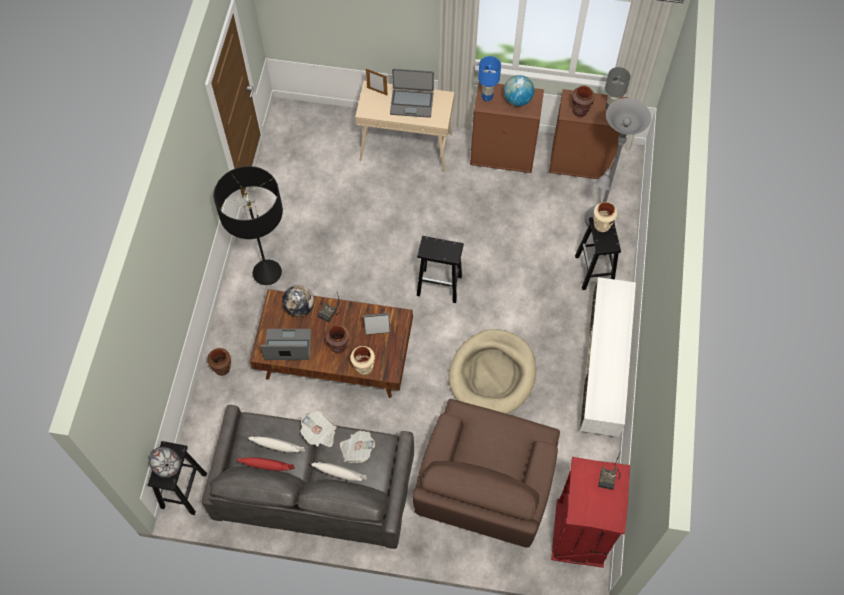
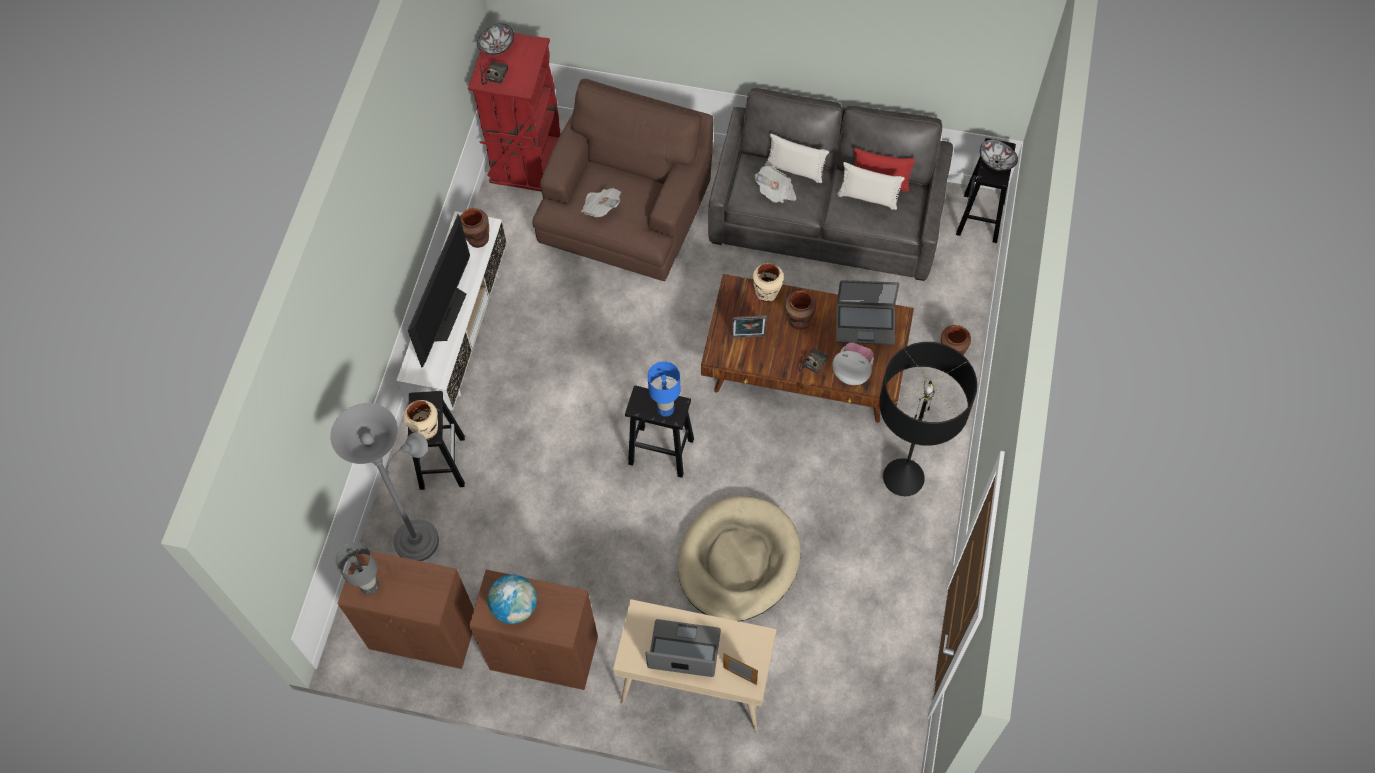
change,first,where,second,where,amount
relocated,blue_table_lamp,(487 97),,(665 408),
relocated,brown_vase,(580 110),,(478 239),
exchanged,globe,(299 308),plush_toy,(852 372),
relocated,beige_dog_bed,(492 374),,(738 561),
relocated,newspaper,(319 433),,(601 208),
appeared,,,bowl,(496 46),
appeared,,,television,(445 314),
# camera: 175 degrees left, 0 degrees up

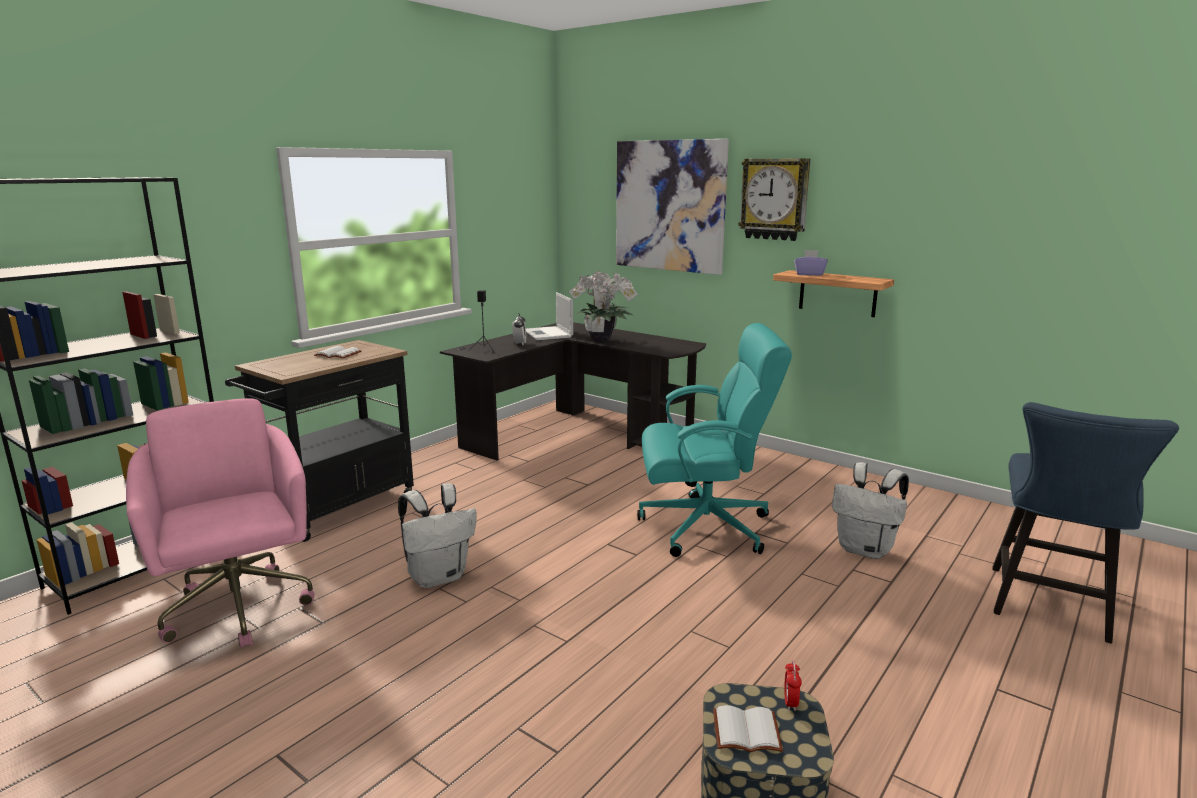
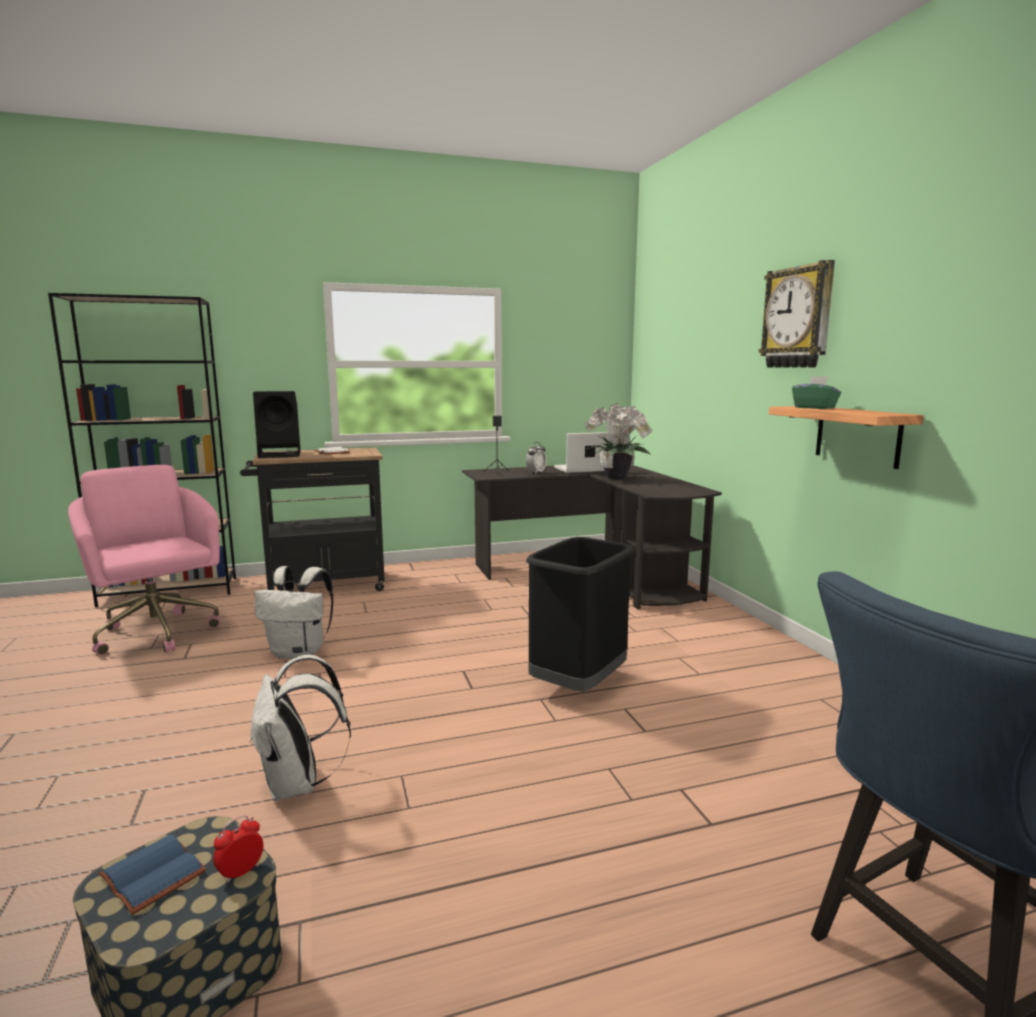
change,first,where,second,where,amount
missing,picture,(669 206),,,
colour,purple_tissue_box,(809 274),green_tissue_box,(814 408),
spun,laptop,(548 334),,(581 469),60 degrees clockwise
exchanged,turquoise_office_chair,(704 527),black_trash_can,(579 685),
spun,pink_office_chair,(240 614),,(158 636),45 degrees counterclockwise
relocated,white_backpack,(866 550),,(297 785),
colour,white_book,(745 733),blue_book,(149 875),
appeared,,,black_speaker,(281 454),
# camera: 35 degrees right, 5 degrees down

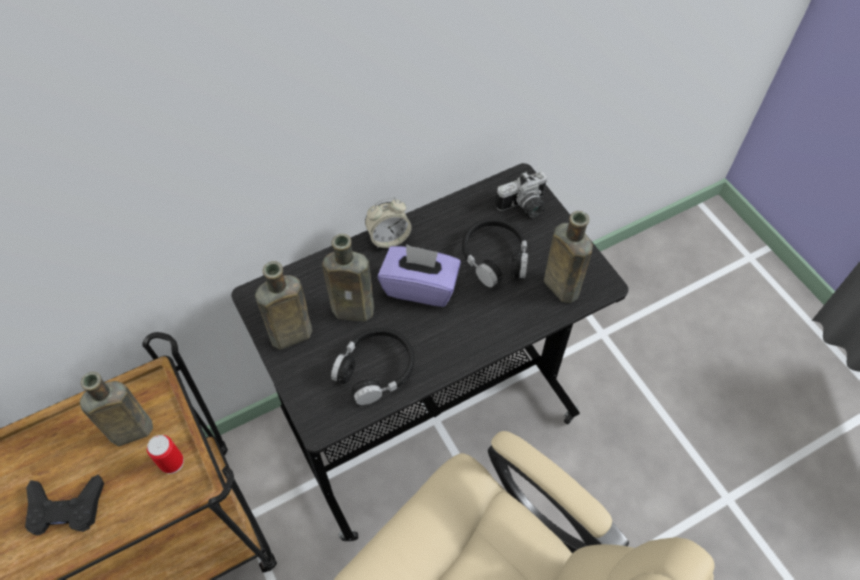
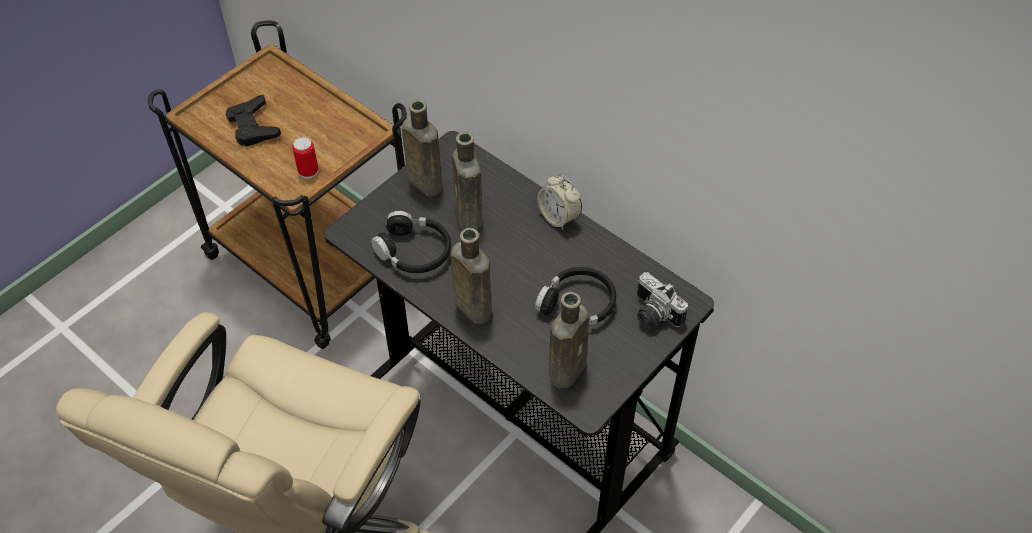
change,first,where,second,where,amount
missing,purple_tissue_box,(420 286),,,
relocated,brown_bottle,(128 432),,(471 306),
# camera: 70 degrees right, 5 degrees down

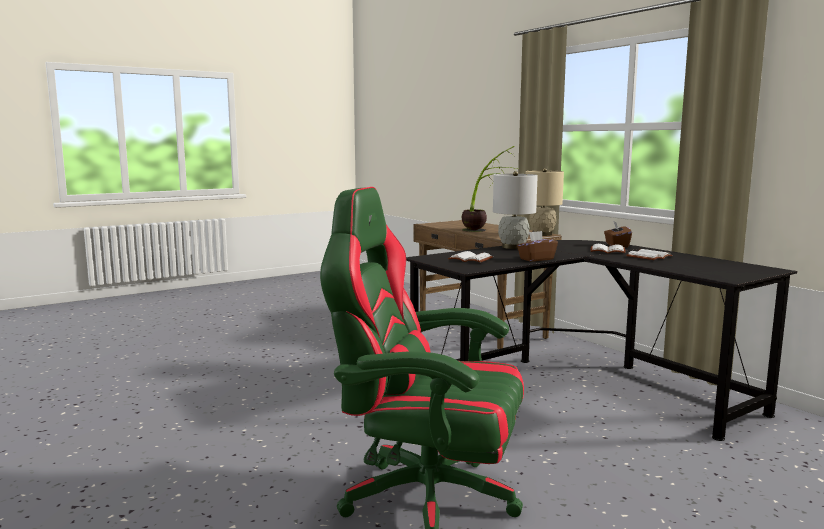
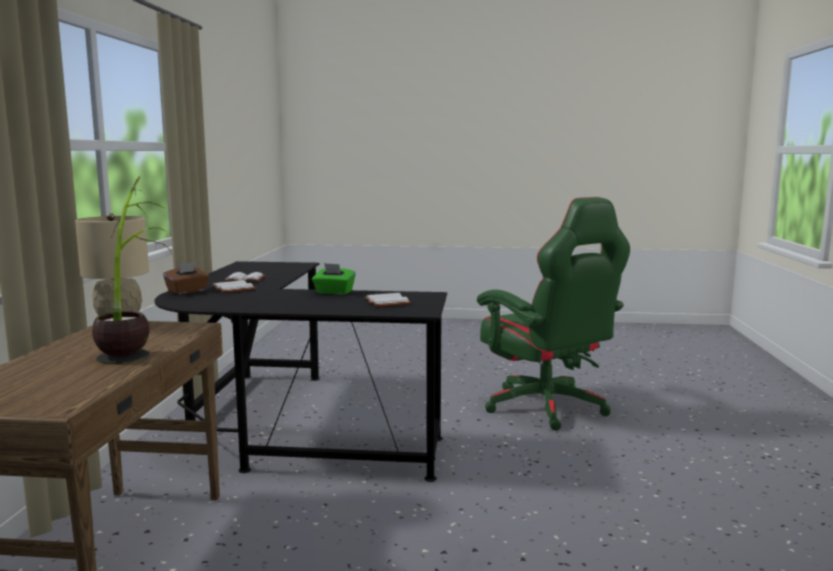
change,first,where,second,where,amount
missing,white_table_lamp,(513 247),,,
colour,brown_tissue_box,(536 259),green_tissue_box,(334 292),
# camera: 140 degrees left, 0 degrees up

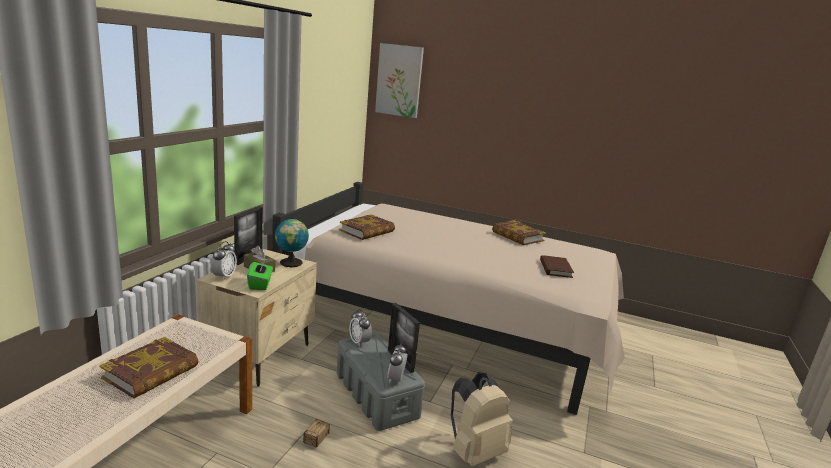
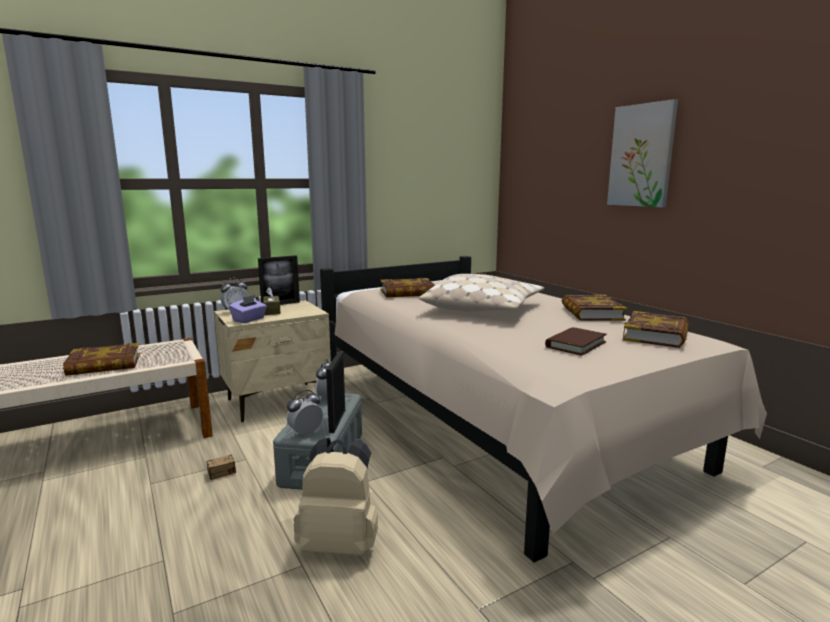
change,first,where,second,where,amount
relocated,picture,(399 80),,(641 156),
missing,globe,(291 263),,,
colour,green_tissue_box,(260 284),purple_tissue_box,(249 319),
appeared,,,beige_pillow,(483 309),
appeared,,,book,(656 335),
# camera: 40 degrees right, 5 degrees down

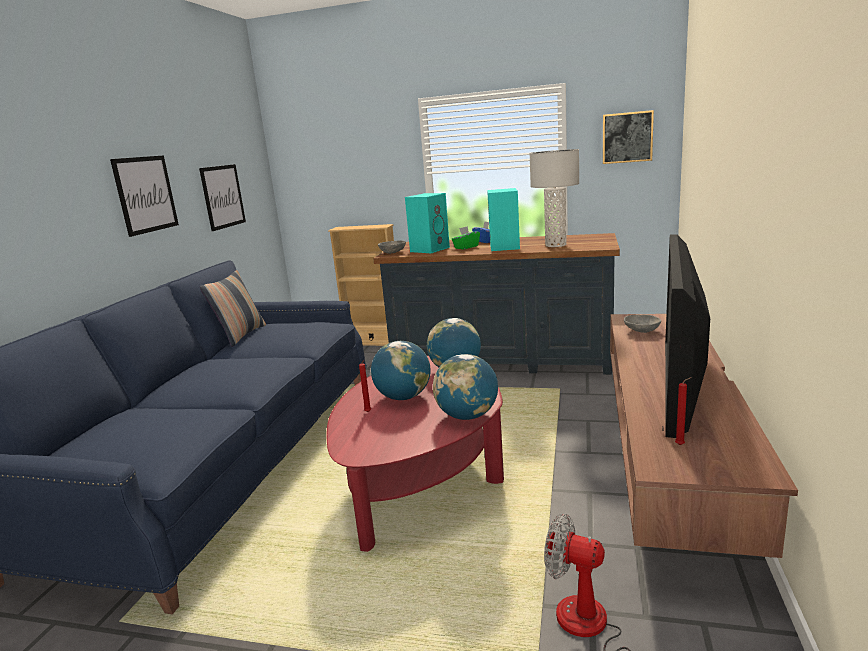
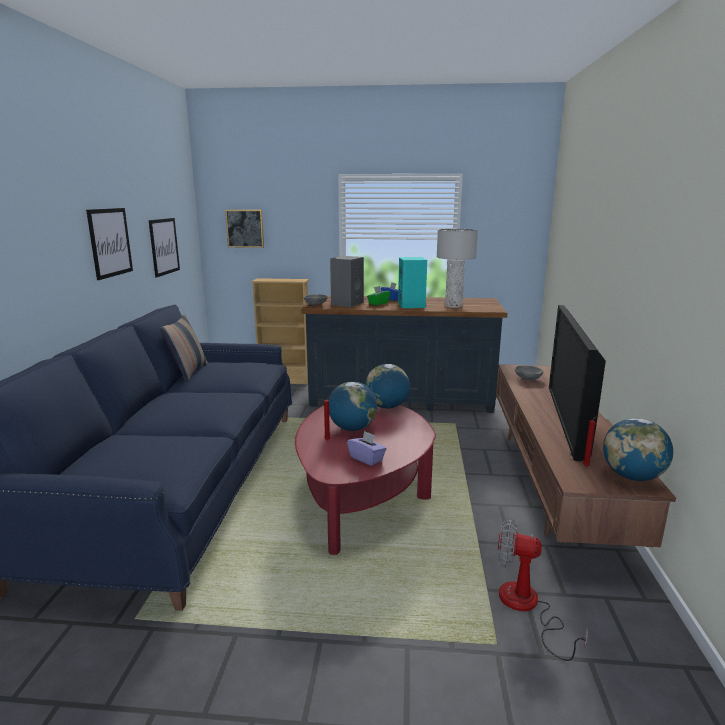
change,first,where,second,where,amount
relocated,picture,(627 137),,(245 228),
colour,turquoise_speaker,(429 249),grey_speaker,(347 303),
relocated,globe,(467 416),,(632 476),
appeared,,,purple_tissue_box,(366 458),
# camera: 10 degrees left, 0 degrees up

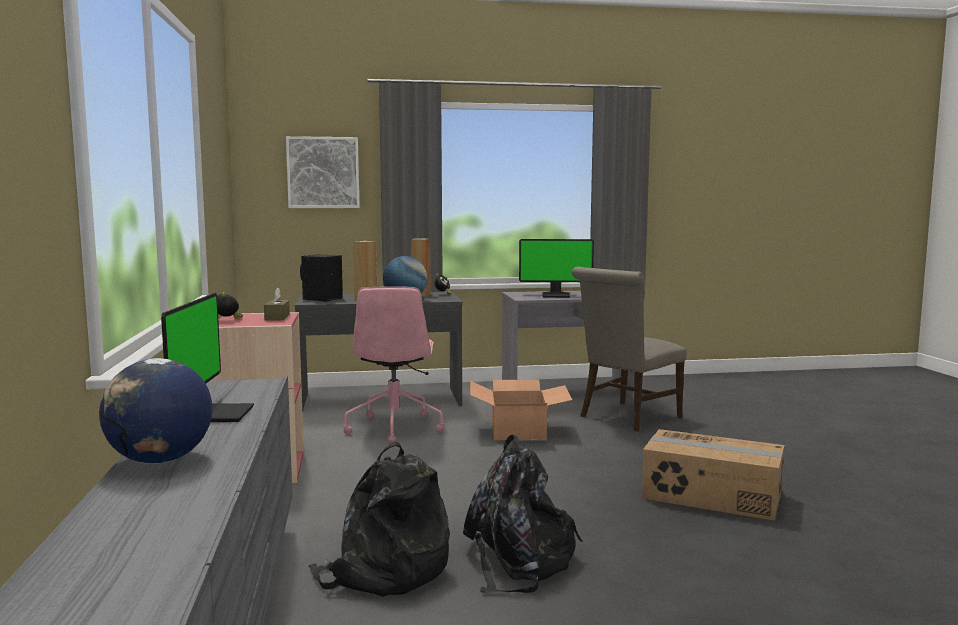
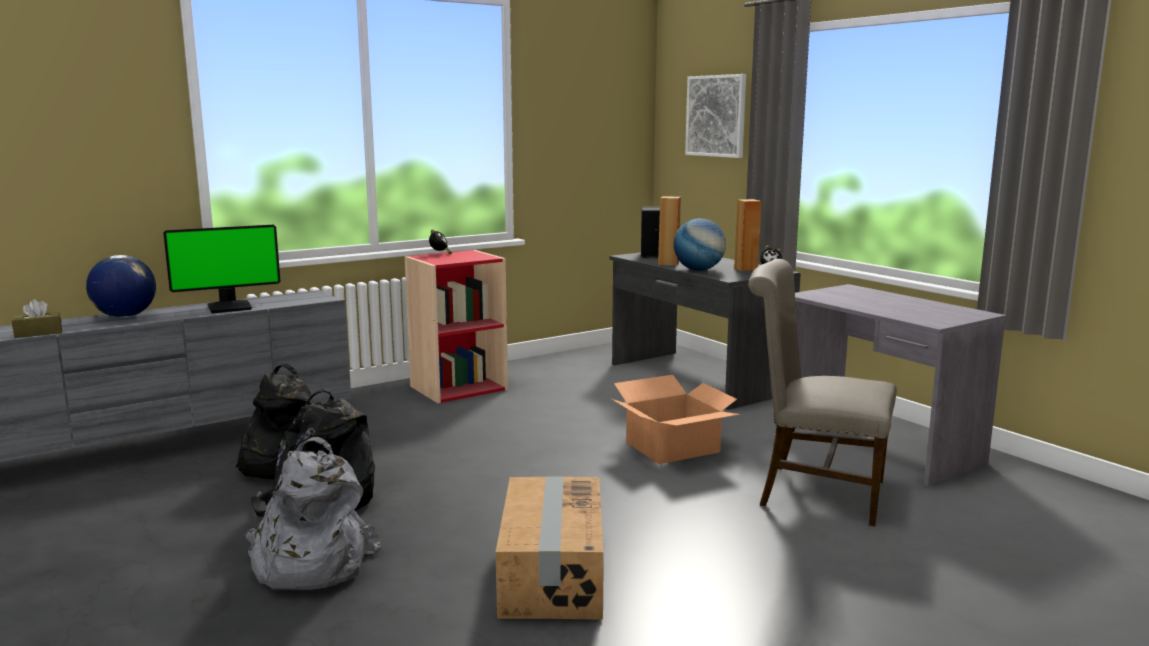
change,first,where,second,where,amount
missing,monitor,(556 295),,,
missing,pink_office_chair,(394 427),,,
relocated,brown_tissue_box,(277 317),,(38 333),
appeared,,,grey_backpack,(309 564),
# camera: 65 degrees right, 5 degrees up

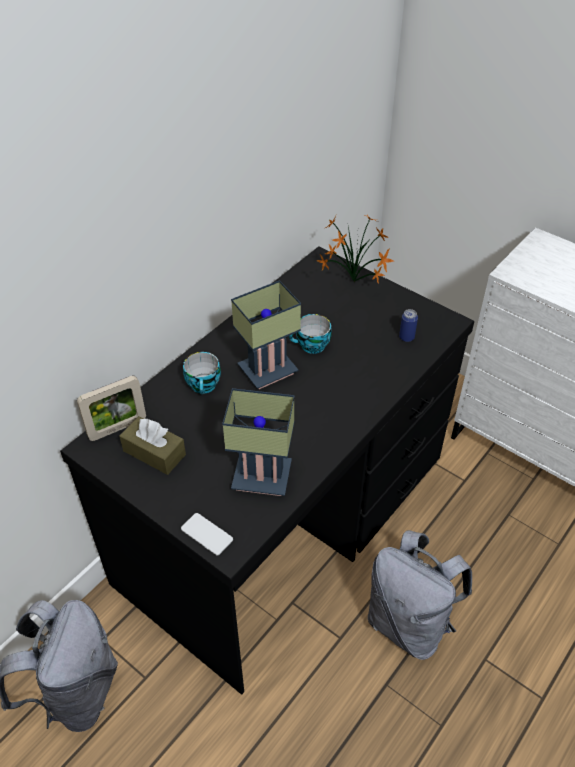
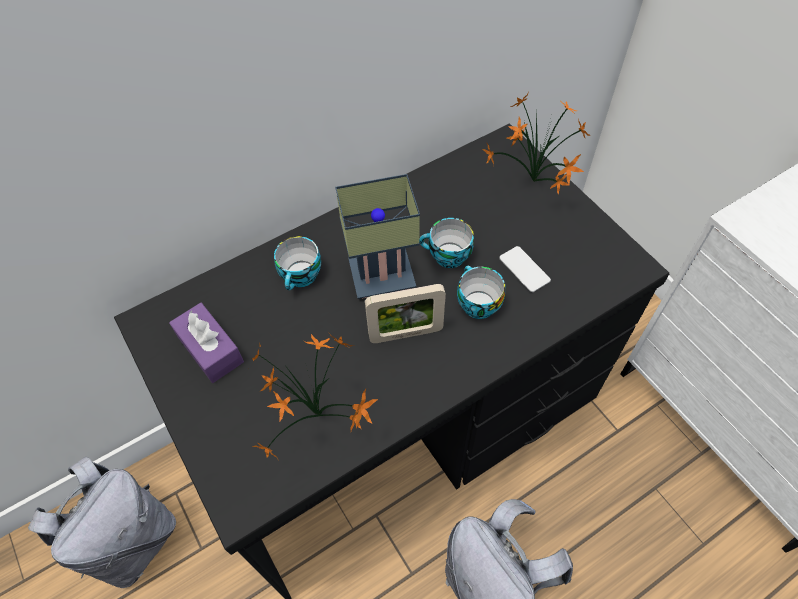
change,first,where,second,where,amount
missing,can,(406 337),,,
relocated,picture_frame,(117 428),,(406 334),
exchanged,table_lamp,(264 475),potted_plant,(321 418),
colour,brown_tissue_box,(154 452),purple_tissue_box,(210 349),
relocated,phone,(207 534),,(524 269),
appeared,,,cup,(476 304),
# camera: 20 degrees right, 10 degrees up

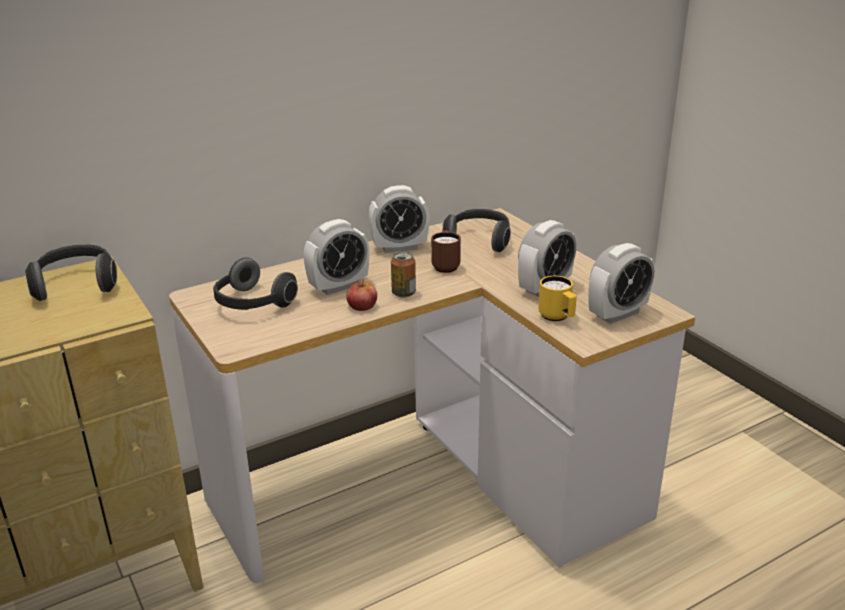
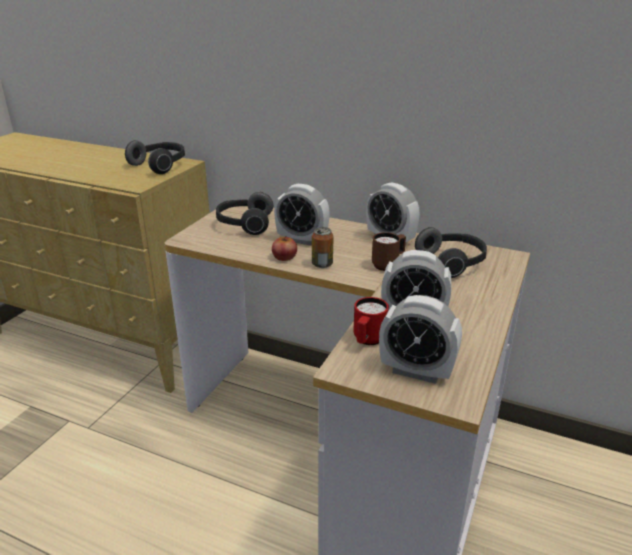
change,first,where,second,where,amount
colour,yellow_mug,(557 318),red_mug,(367 341),
# camera: 55 degrees right, 0 degrees up

